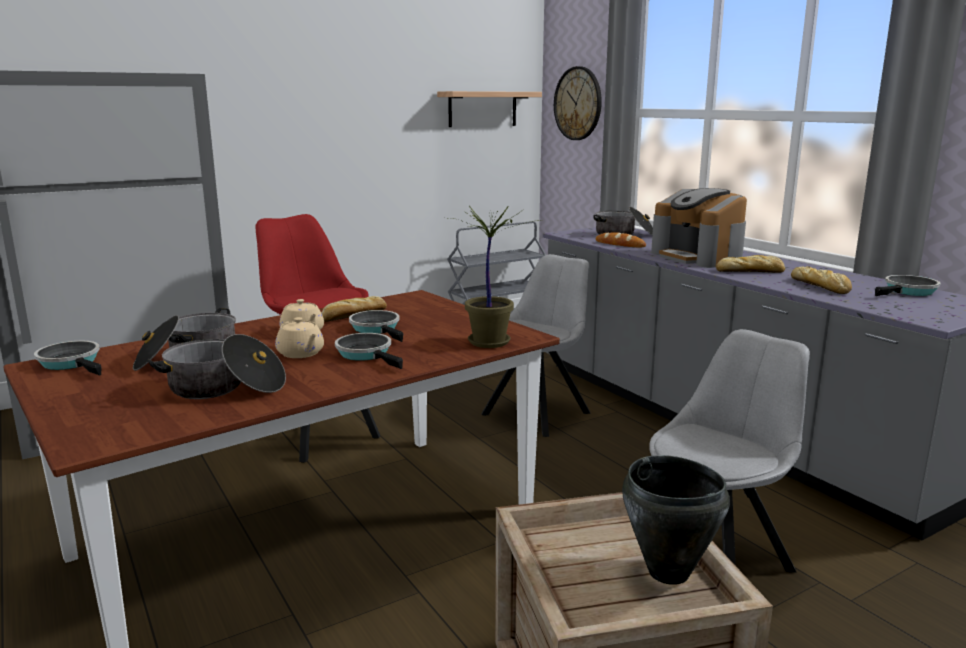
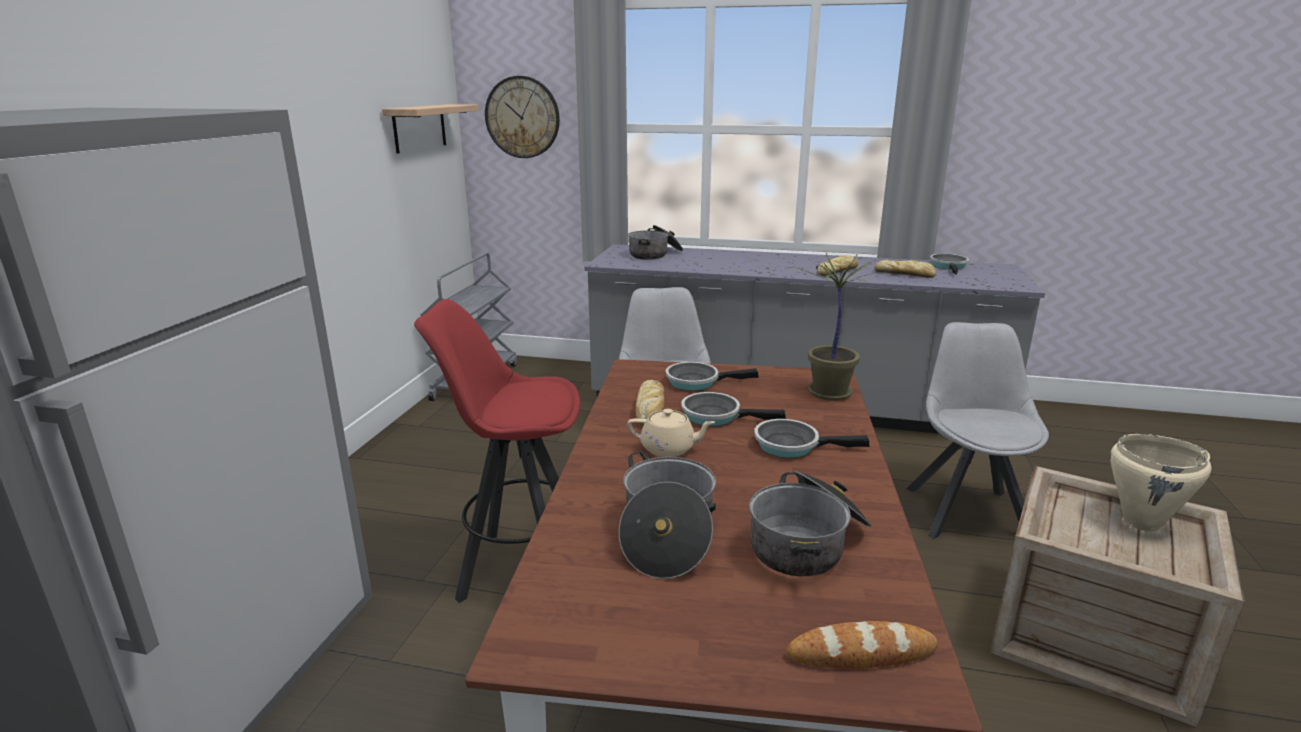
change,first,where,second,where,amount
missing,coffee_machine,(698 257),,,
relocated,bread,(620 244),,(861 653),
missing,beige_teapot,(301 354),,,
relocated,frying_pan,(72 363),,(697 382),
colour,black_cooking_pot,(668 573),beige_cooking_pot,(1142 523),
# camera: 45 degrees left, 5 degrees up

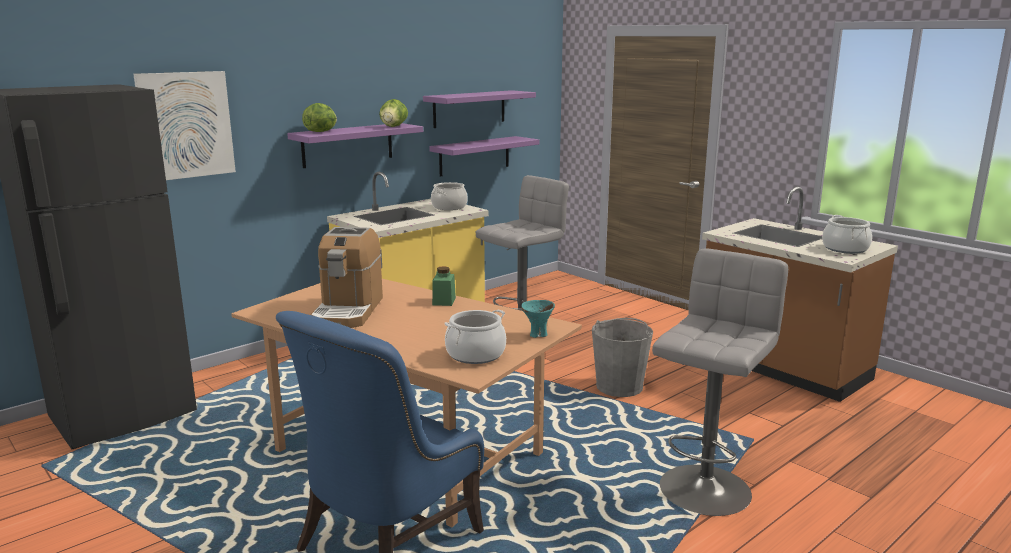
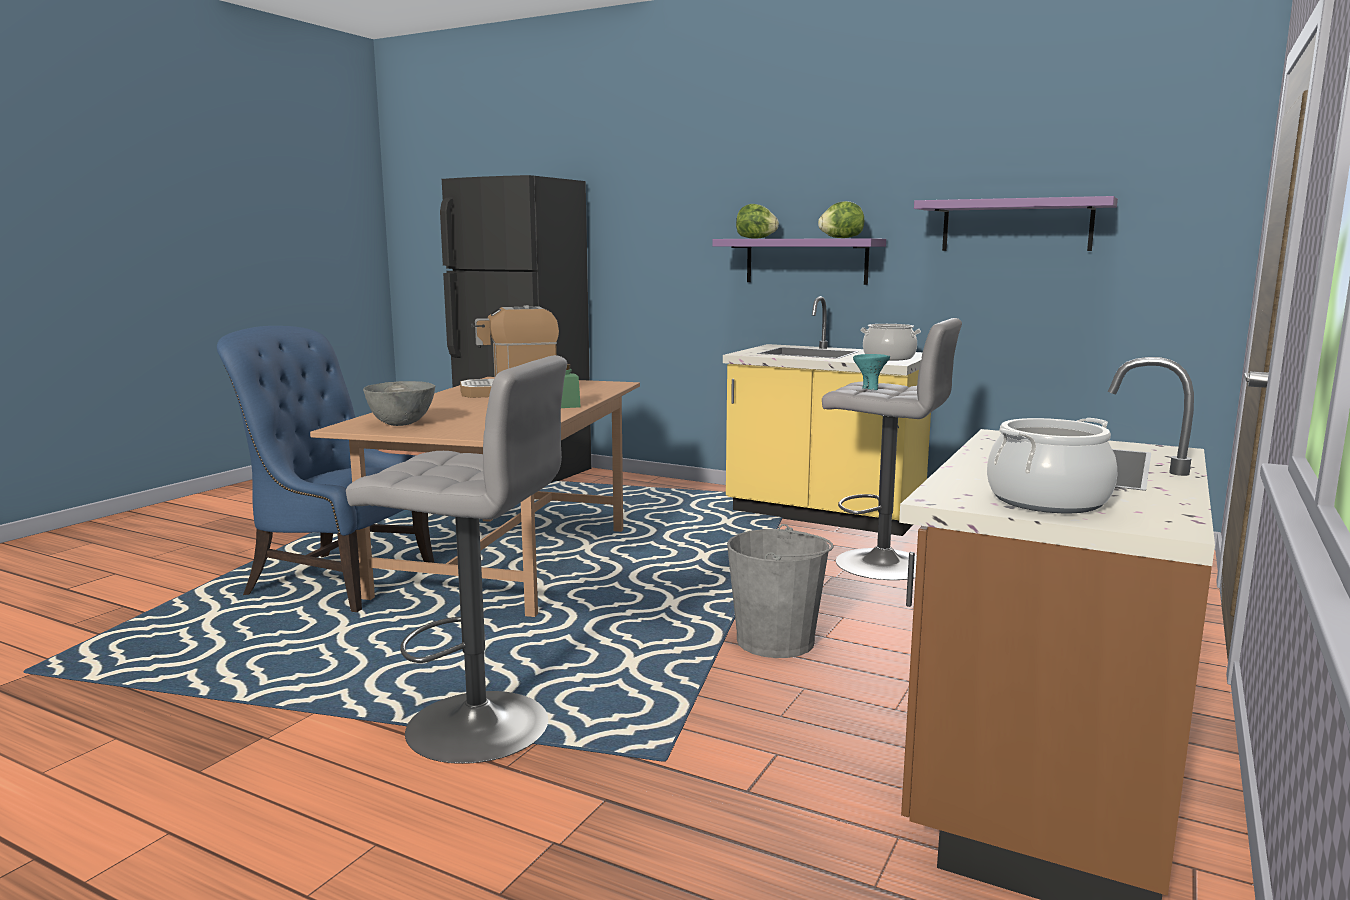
change,first,where,second,where,amount
missing,picture,(186 125),,,
missing,purple_shelf,(474 156),,,
relocated,turquoise_bowl,(538 335),,(870 388),
exchanged,cooking_pot,(476 354),grey_bowl,(401 424),
# camera: 70 degrees right, 5 degrees down

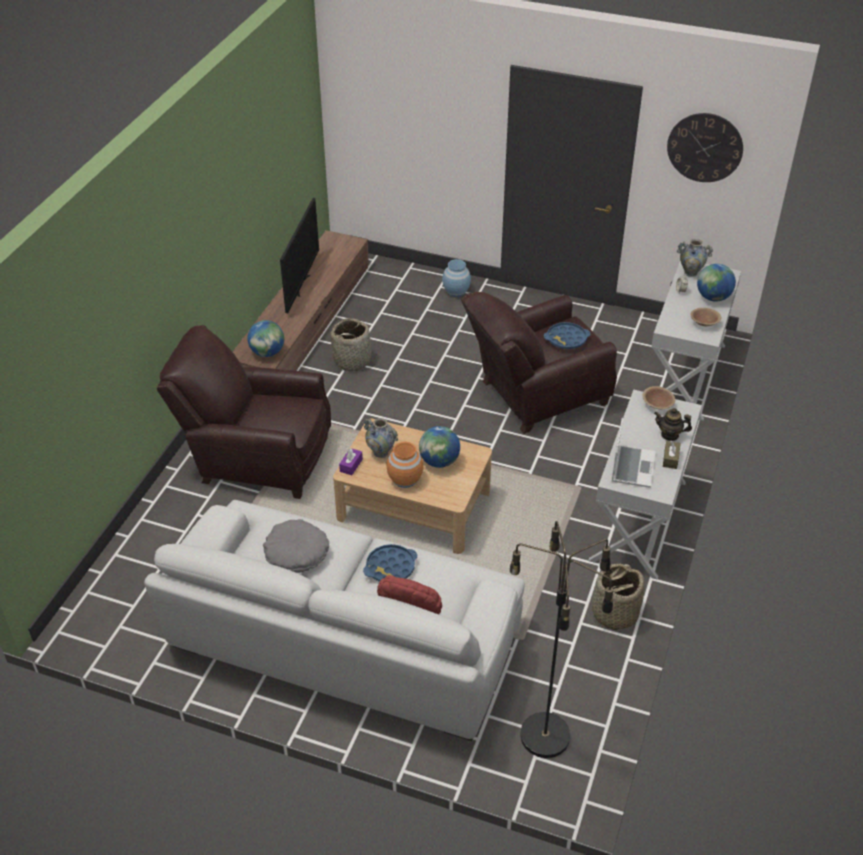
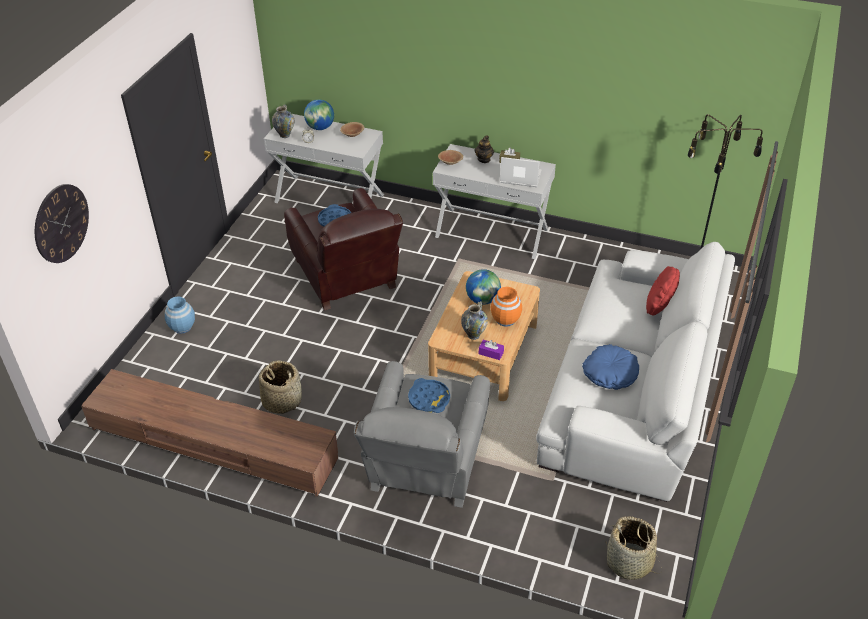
change,first,where,second,where,amount
relocated,wall_clock,(705 147),,(61 223),
missing,television,(301 285),,,
missing,globe,(267 352),,,
colour,brown_armchair,(255 457),grey_armchair,(424 467),
colour,grey_pillow,(295 554),blue_pillow,(611 374),
relocated,blue_tray,(390 567),,(429 399),
relocated,basket,(614 613),,(629 562),
# camera: 90 degrees left, 0 degrees up

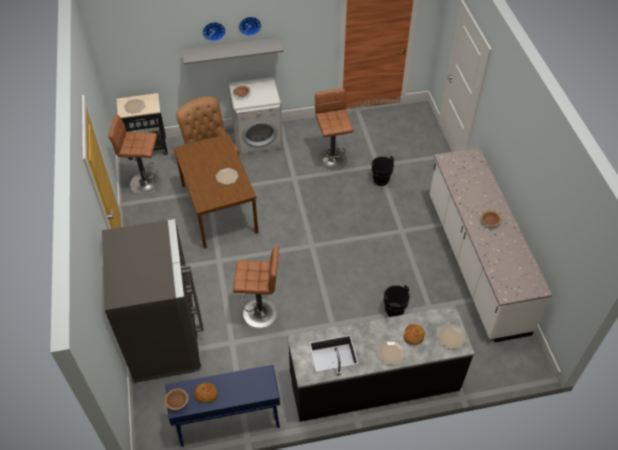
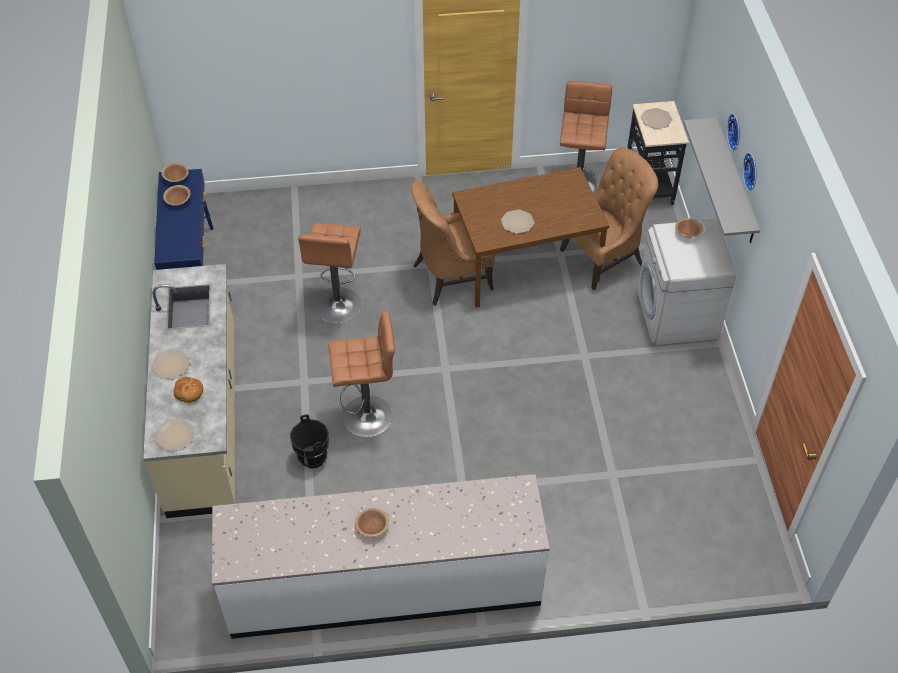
change,first,where,second,where,amount
relocated,brown_stool,(332 159),,(368 416),
missing,black_bucket,(381 180),,,
missing,grey_fridge,(165 338),,,
colour,black_counter,(374 382),beige_counter,(205 419),
exchanged,bread,(206 394),brown_bowl,(178 200),
appeared,,,brown_chair,(451 276),
# camera: 95 degrees right, 0 degrees up

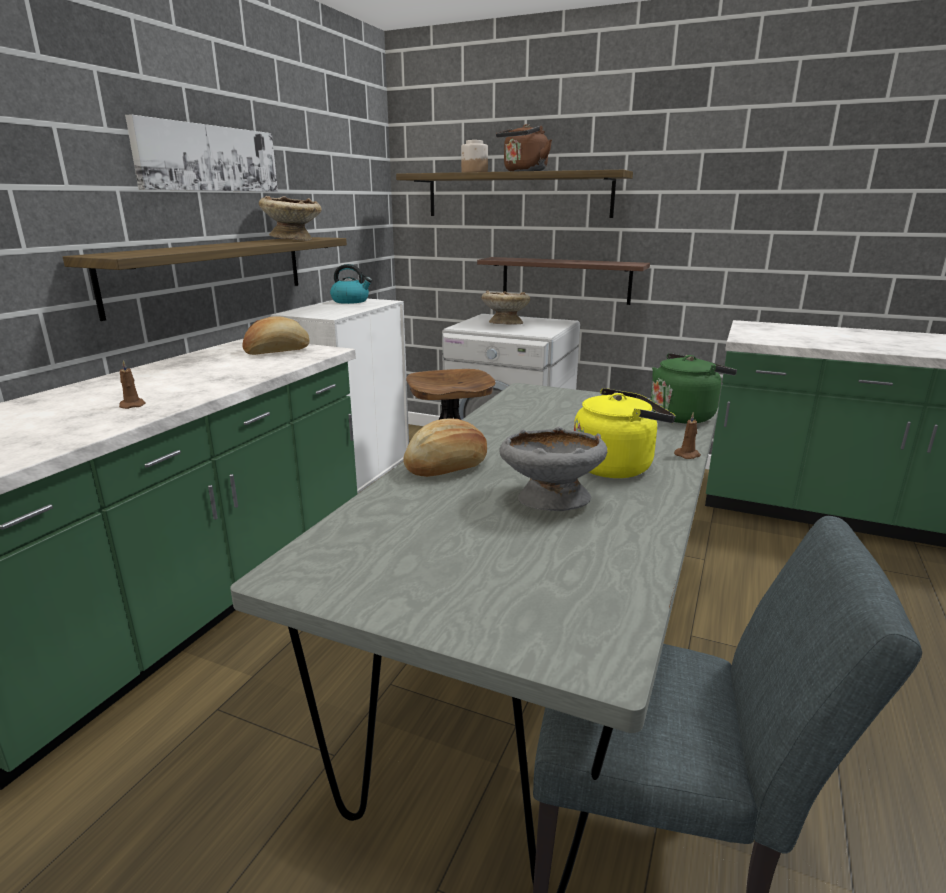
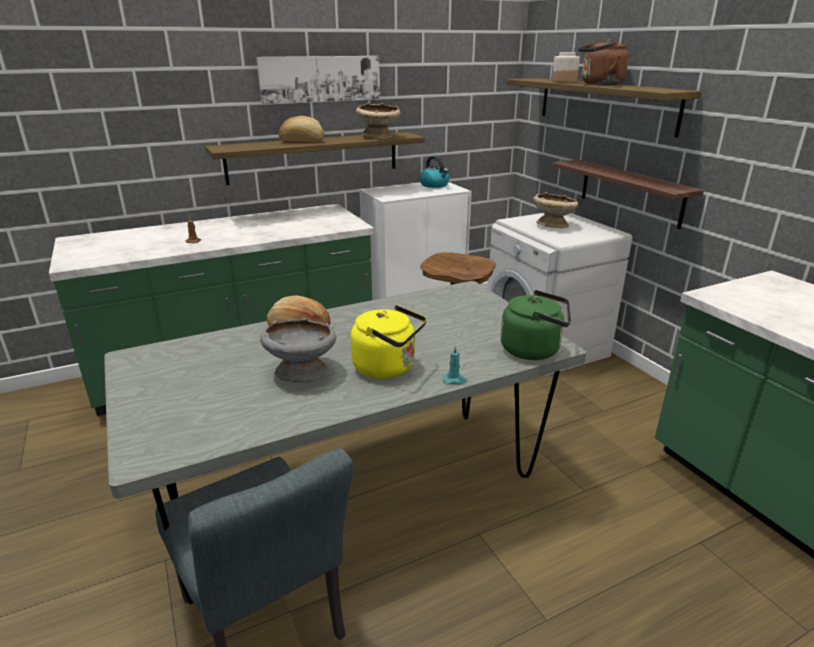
change,first,where,second,where,amount
relocated,bread,(277 351),,(302 141),
colour,brown_candle,(688 455),turquoise_candle,(455 380),
# camera: 40 degrees right, 5 degrees up

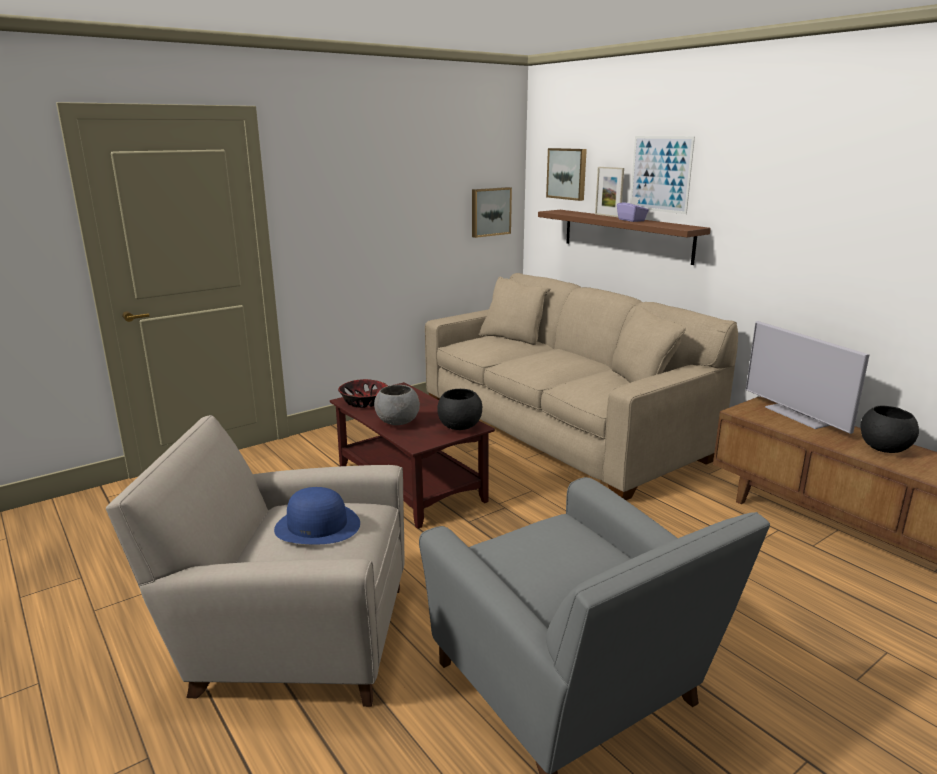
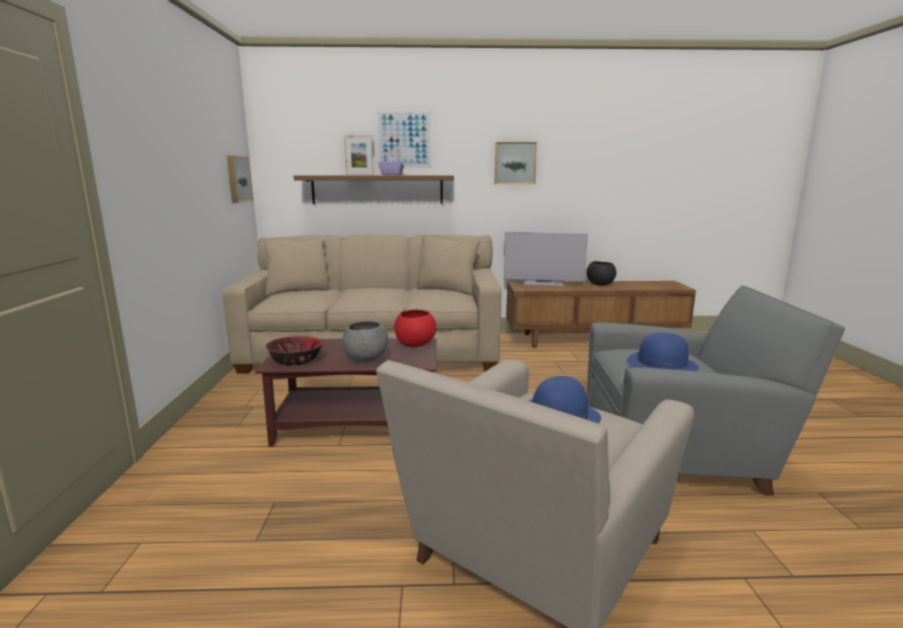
change,first,where,second,where,amount
relocated,picture,(567 173),,(515 163),
colour,black_bowl,(460 427),red_bowl,(415 345),
appeared,,,blue_hat,(662 363),
# camera: 55 degrees left, 5 degrees down

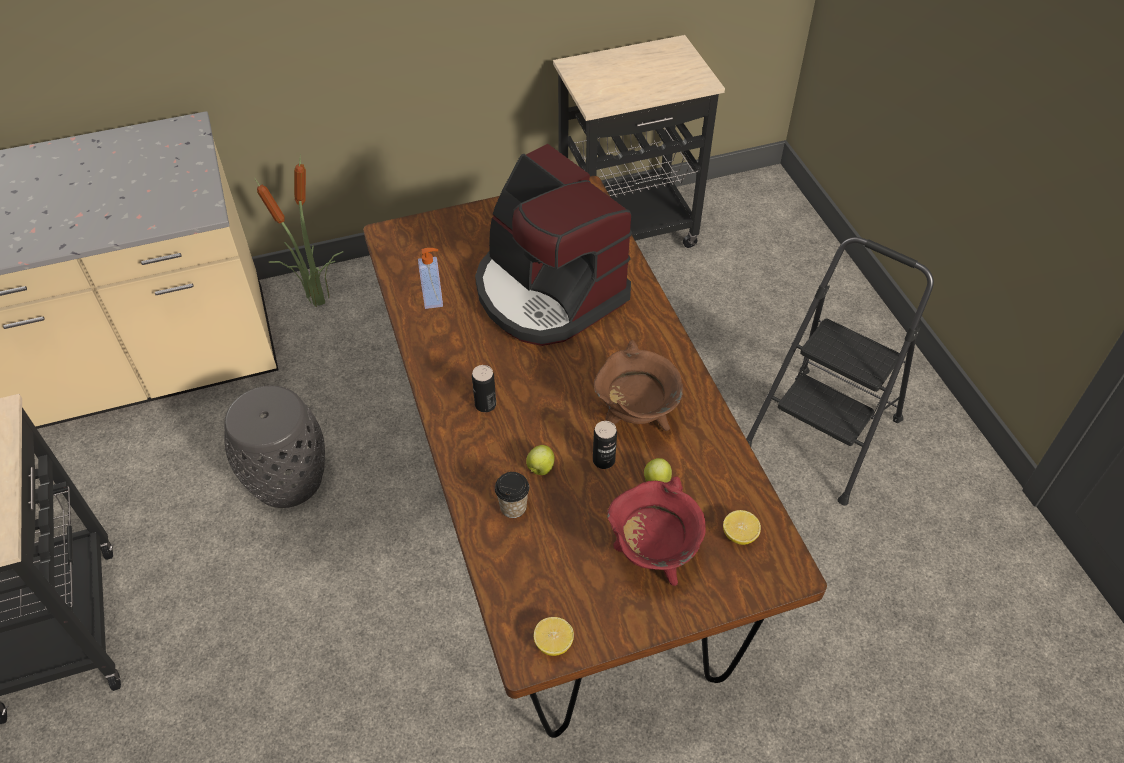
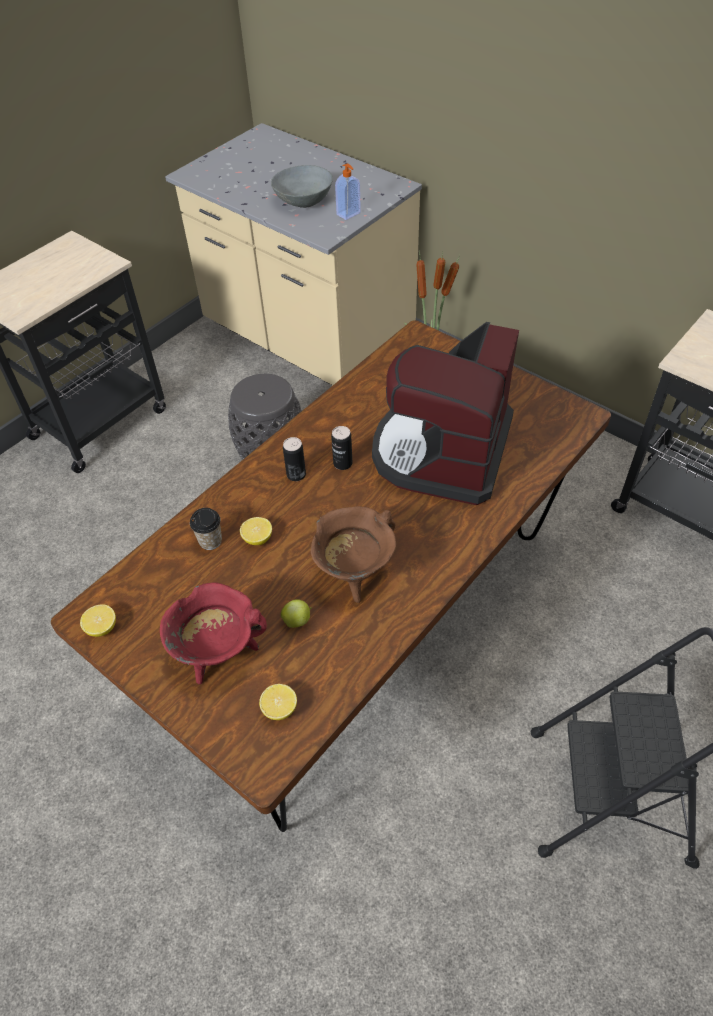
change,first,where,second,where,amount
relocated,soap_dispenser,(434 299),,(349 214),
relocated,can,(603 460),,(343 463),
exchanged,apple,(540 469),lemon,(257 538),
appeared,,,grey_bowl,(304 200),
# camera: 60 degrees right, 0 degrees up

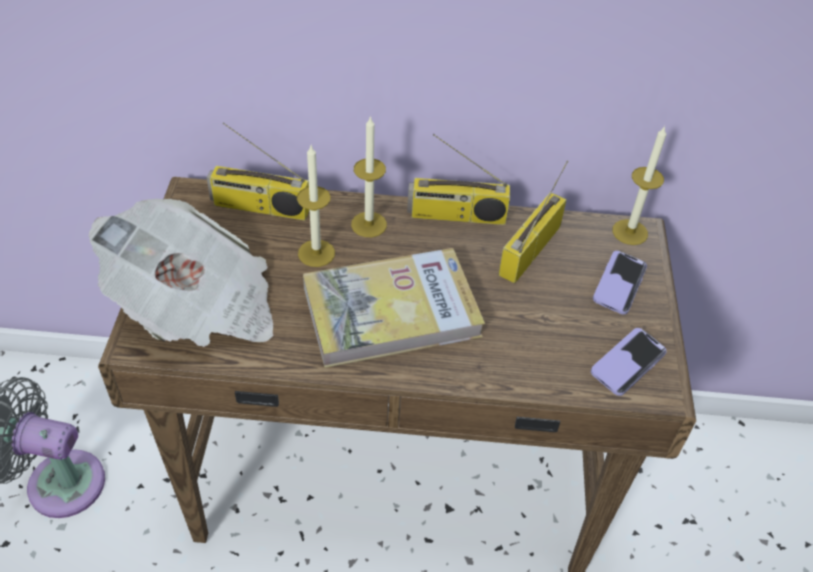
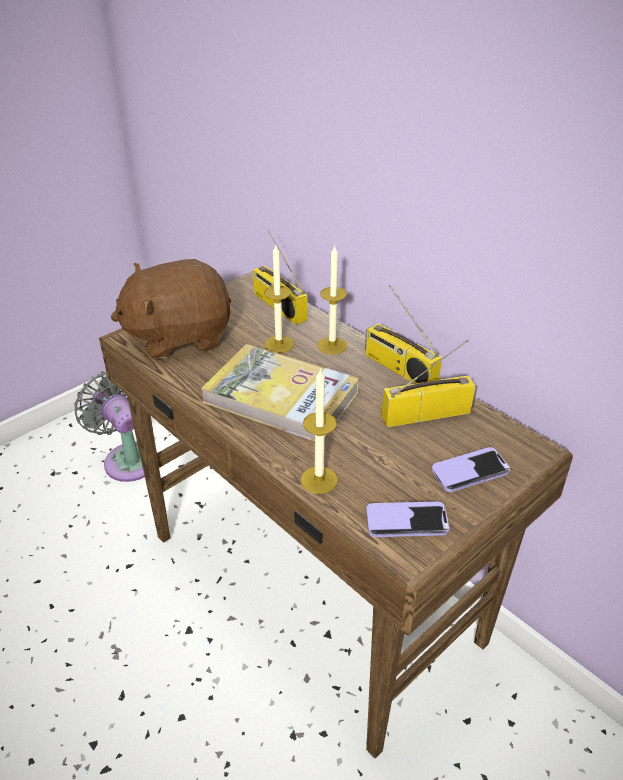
change,first,where,second,where,amount
relocated,candle,(630 232),,(319 480),
exchanged,newspaper,(197 306),brown_plush_toy,(179 336),
# camera: 45 degrees right, 10 degrees down

